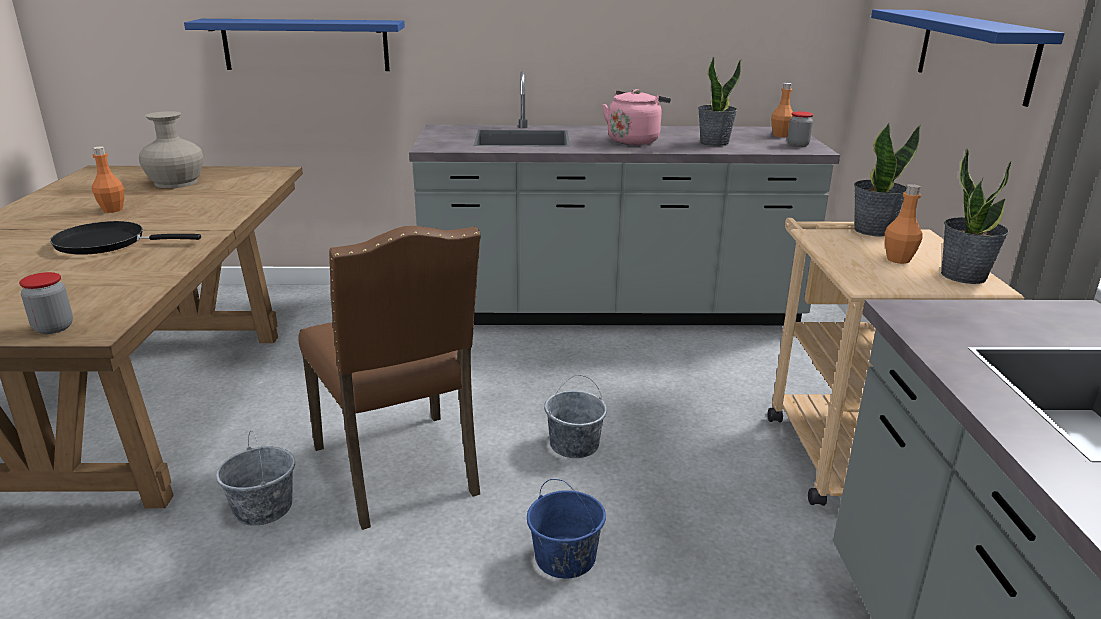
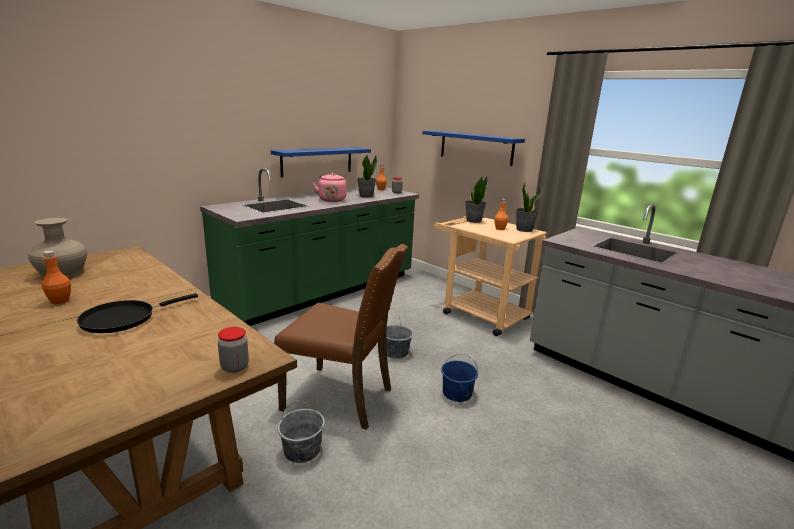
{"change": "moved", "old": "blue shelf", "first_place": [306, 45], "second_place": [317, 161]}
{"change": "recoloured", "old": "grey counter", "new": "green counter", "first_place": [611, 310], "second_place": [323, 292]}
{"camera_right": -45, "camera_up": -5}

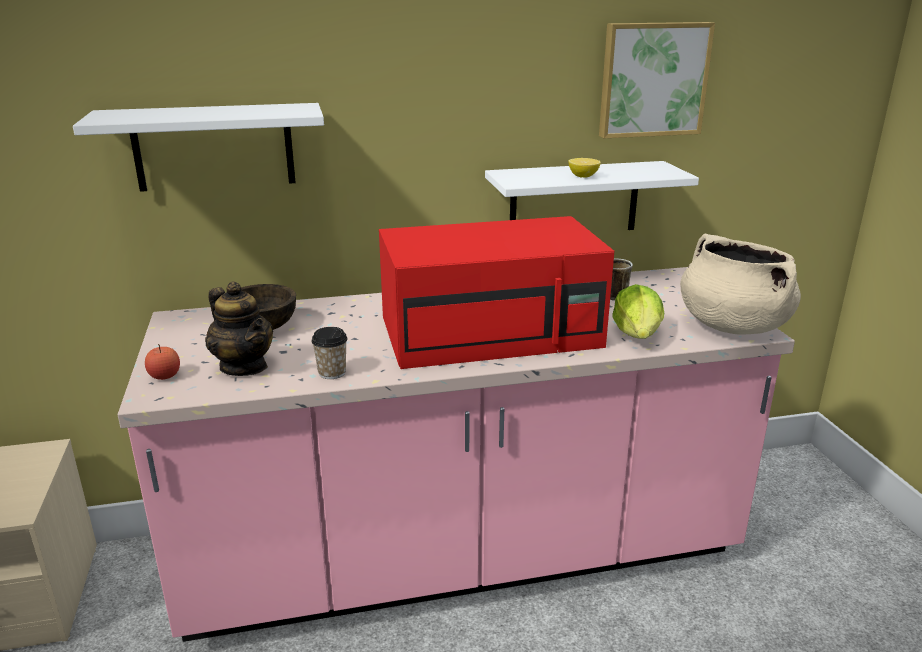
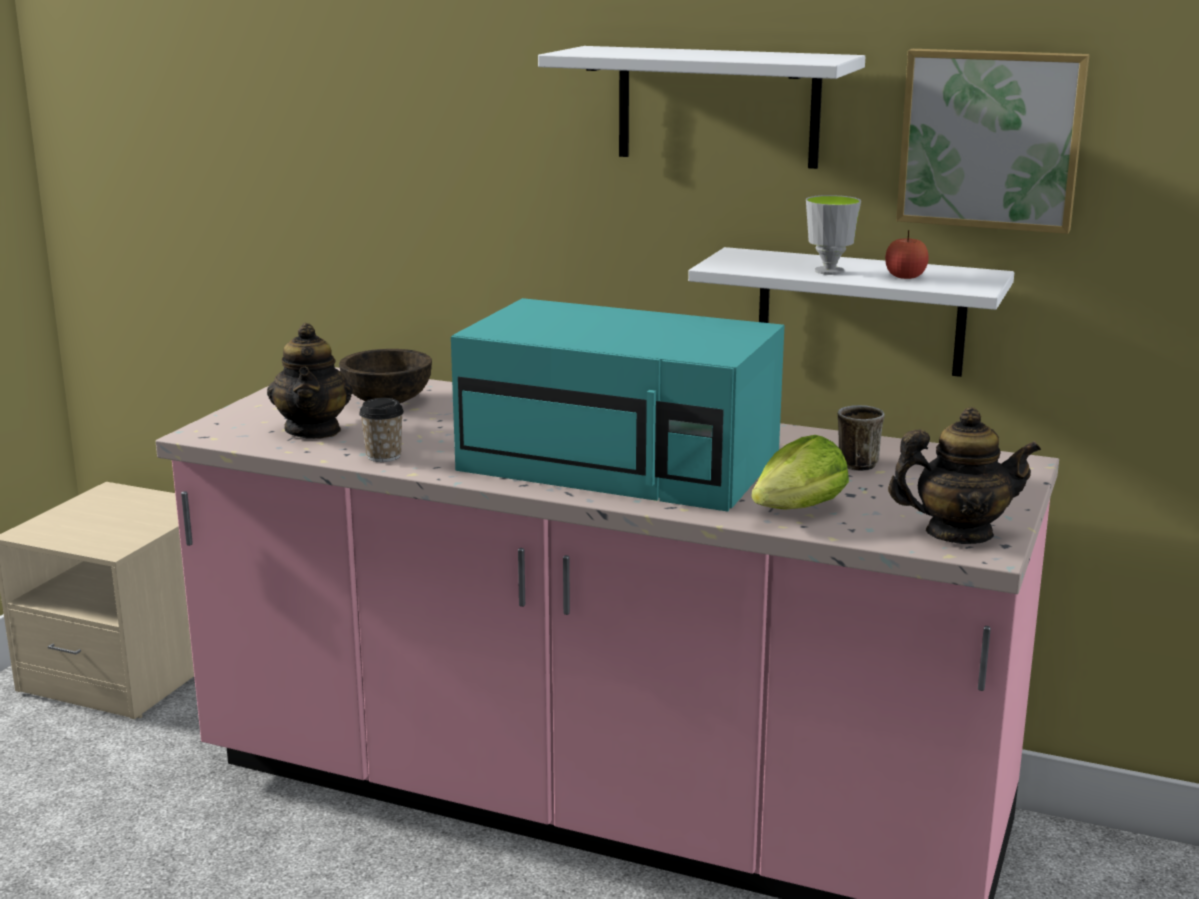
{"change": "moved", "old": "white shelf", "first_place": [214, 147], "second_place": [718, 106]}
{"change": "replaced", "old": "lemon", "new": "cup", "first_place": [583, 176], "second_place": [829, 271]}
{"change": "recoloured", "old": "red microwave", "new": "turquoise microwave", "first_place": [493, 331], "second_place": [623, 463]}
{"change": "replaced", "old": "beige cooking pot", "new": "teapot", "first_place": [731, 325], "second_place": [958, 534]}
{"change": "moved", "old": "apple", "first_place": [164, 376], "second_place": [905, 277]}
{"camera_right": 35, "camera_up": -5}

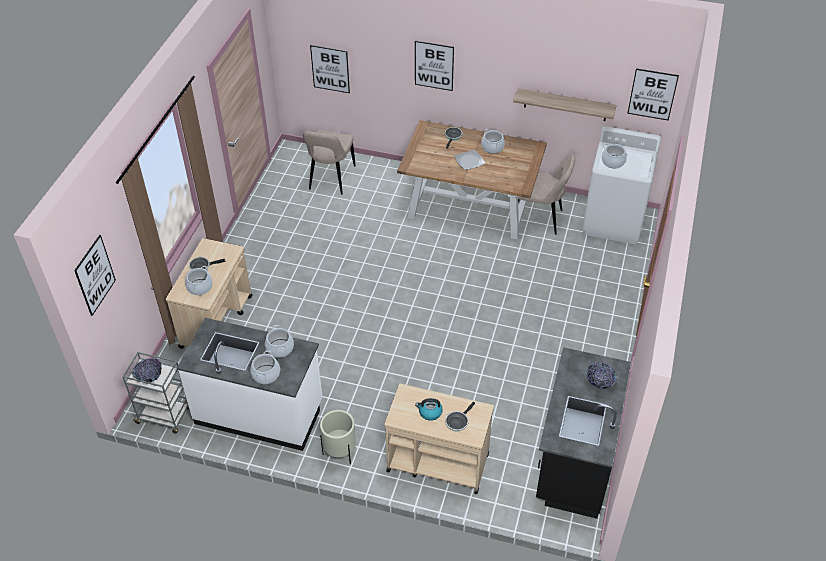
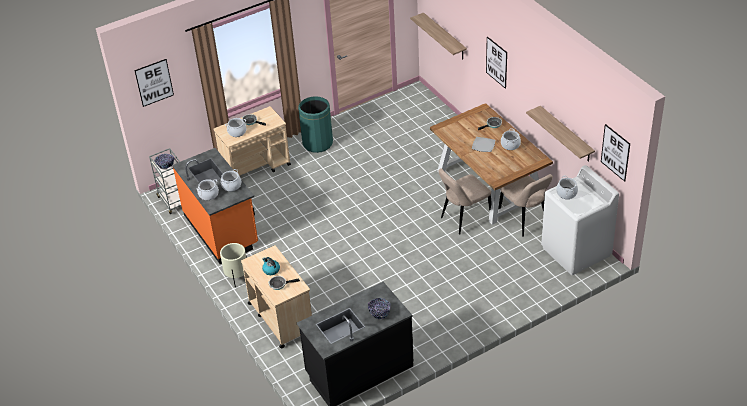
{"change": "replaced", "old": "picture", "new": "shelf", "first_place": [330, 69], "second_place": [444, 36]}
{"change": "moved", "old": "beige chair", "first_place": [331, 179], "second_place": [464, 219]}
{"change": "recoloured", "old": "white counter", "new": "orange counter", "first_place": [259, 412], "second_place": [222, 230]}
{"change": "added", "new": "green trash can", "second_place": [317, 143]}
{"camera_right": 45, "camera_up": -5}

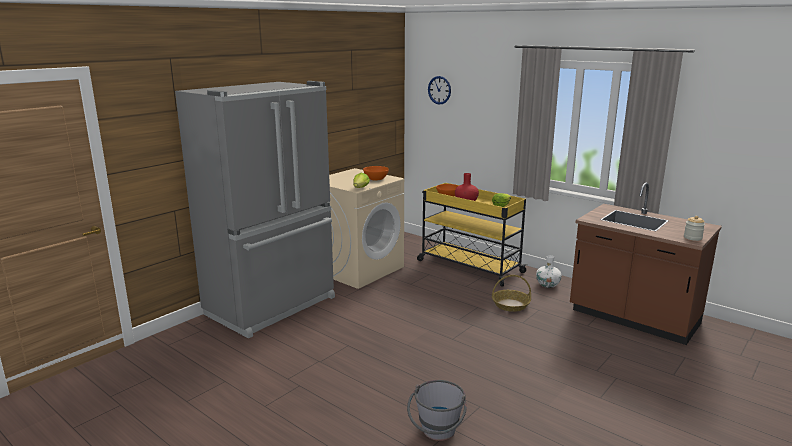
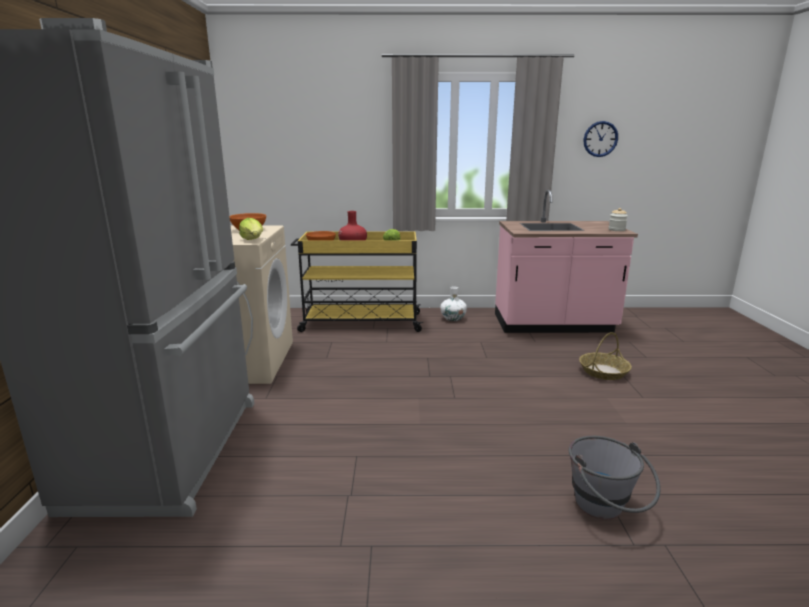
{"change": "moved", "old": "wall clock", "first_place": [439, 90], "second_place": [600, 139]}
{"change": "recoloured", "old": "brown counter", "new": "pink counter", "first_place": [633, 318], "second_place": [553, 325]}
{"change": "moved", "old": "basket", "first_place": [510, 305], "second_place": [603, 371]}
{"camera_right": -40, "camera_up": 0}

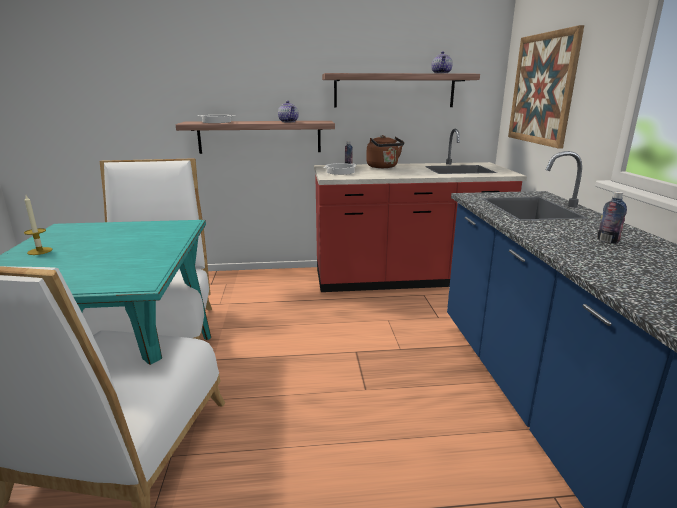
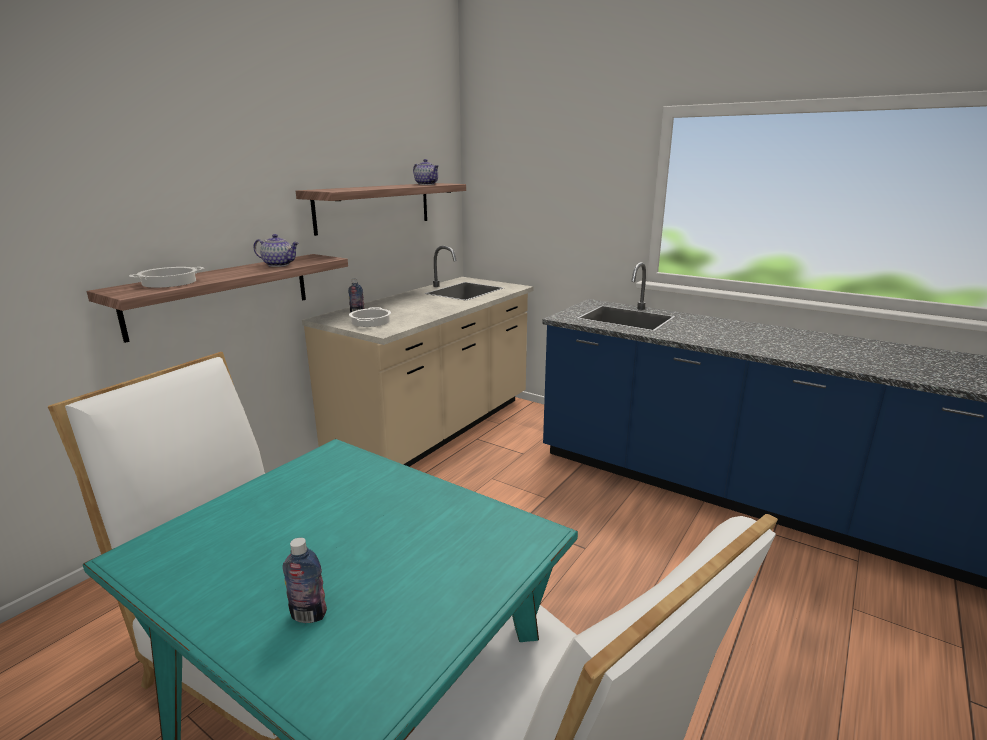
{"change": "removed", "old": "picture", "first_place": [542, 89]}
{"change": "recoloured", "old": "red counter", "new": "beige counter", "first_place": [407, 279], "second_place": [435, 430]}
{"change": "removed", "old": "brown kettle", "first_place": [383, 167]}
{"change": "moved", "old": "bottle", "first_place": [607, 241], "second_place": [308, 615]}
{"change": "removed", "old": "candle", "first_place": [40, 251]}
{"camera_right": -50, "camera_up": 0}

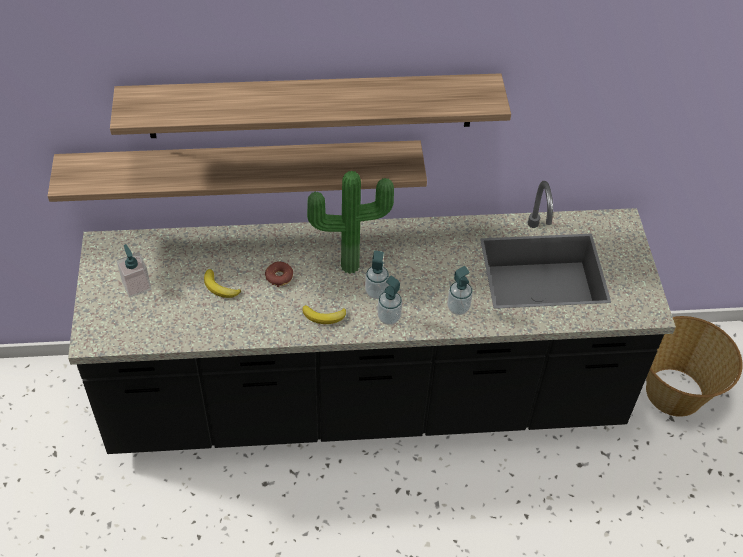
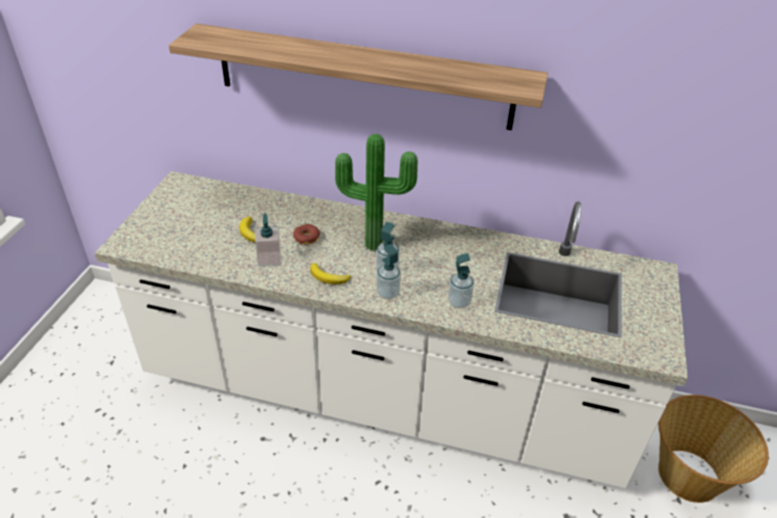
{"change": "removed", "old": "shelf", "first_place": [241, 170]}
{"change": "recoloured", "old": "black counter", "new": "white counter", "first_place": [366, 401], "second_place": [383, 395]}
{"change": "moved", "old": "soap dispenser", "first_place": [136, 285], "second_place": [269, 259]}
{"camera_right": 20, "camera_up": -10}

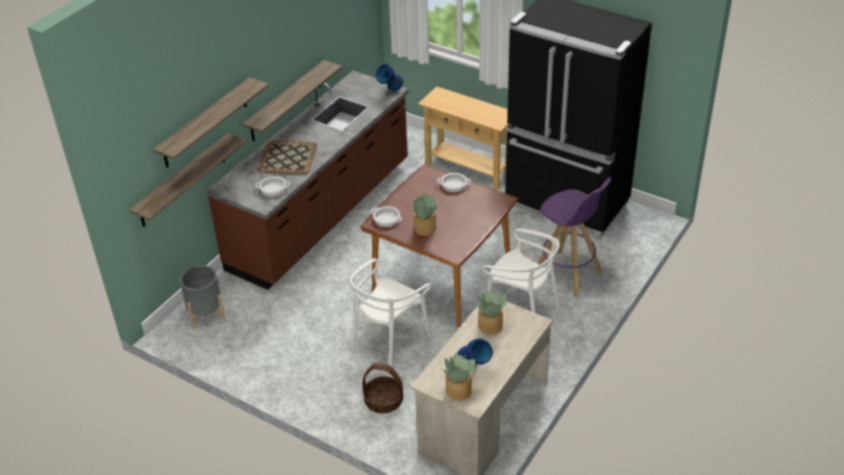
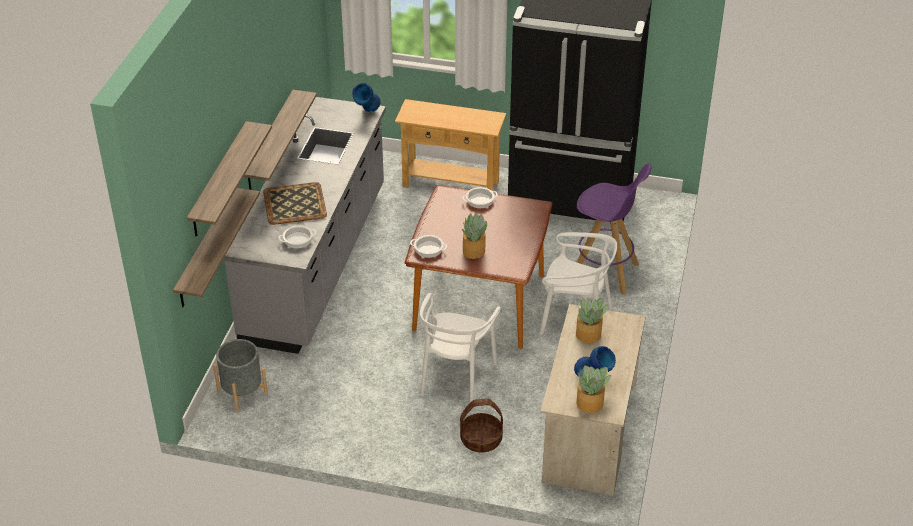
{"change": "recoloured", "old": "brown counter", "new": "grey counter", "first_place": [322, 215], "second_place": [317, 262]}
{"camera_right": -20, "camera_up": 0}

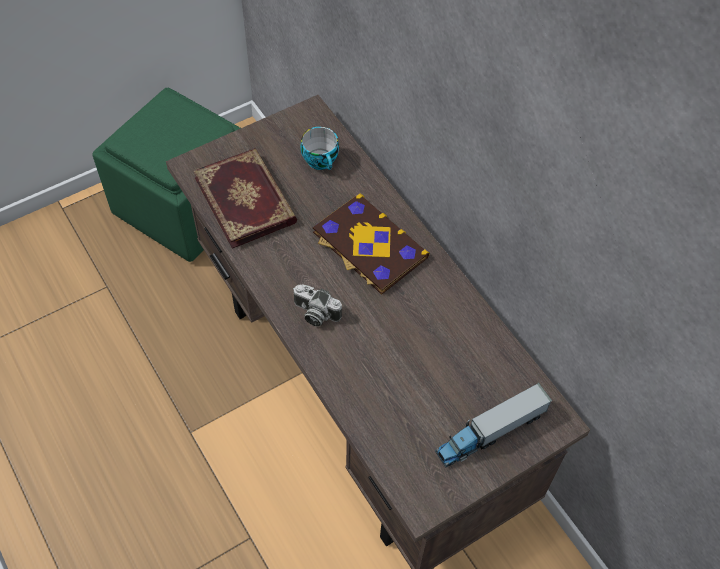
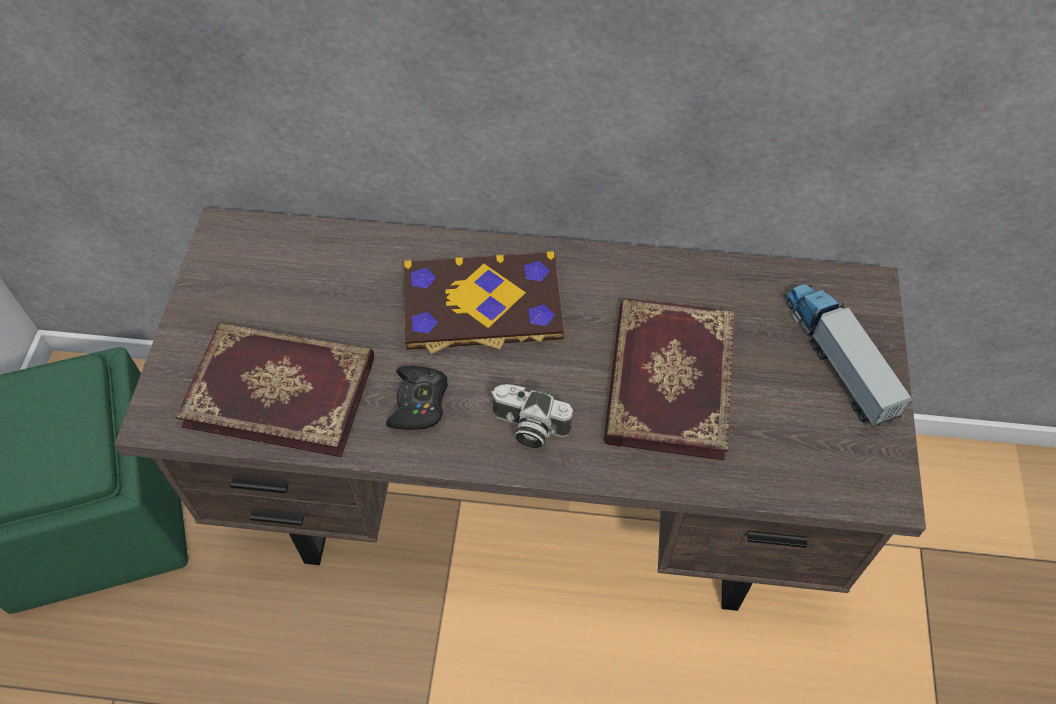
{"change": "removed", "old": "cup", "first_place": [322, 161]}
{"change": "turned", "old": "photo camera", "first_place": [314, 313], "second_place": [528, 427], "degrees": 45}
{"change": "turned", "old": "toy truck", "first_place": [490, 432], "second_place": [837, 358], "degrees": 150}
{"change": "added", "new": "book", "second_place": [666, 380]}
{"change": "added", "new": "black game controller", "second_place": [419, 403]}
{"camera_right": -50, "camera_up": 0}

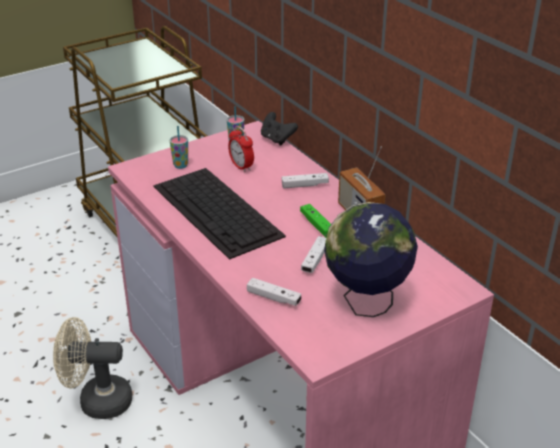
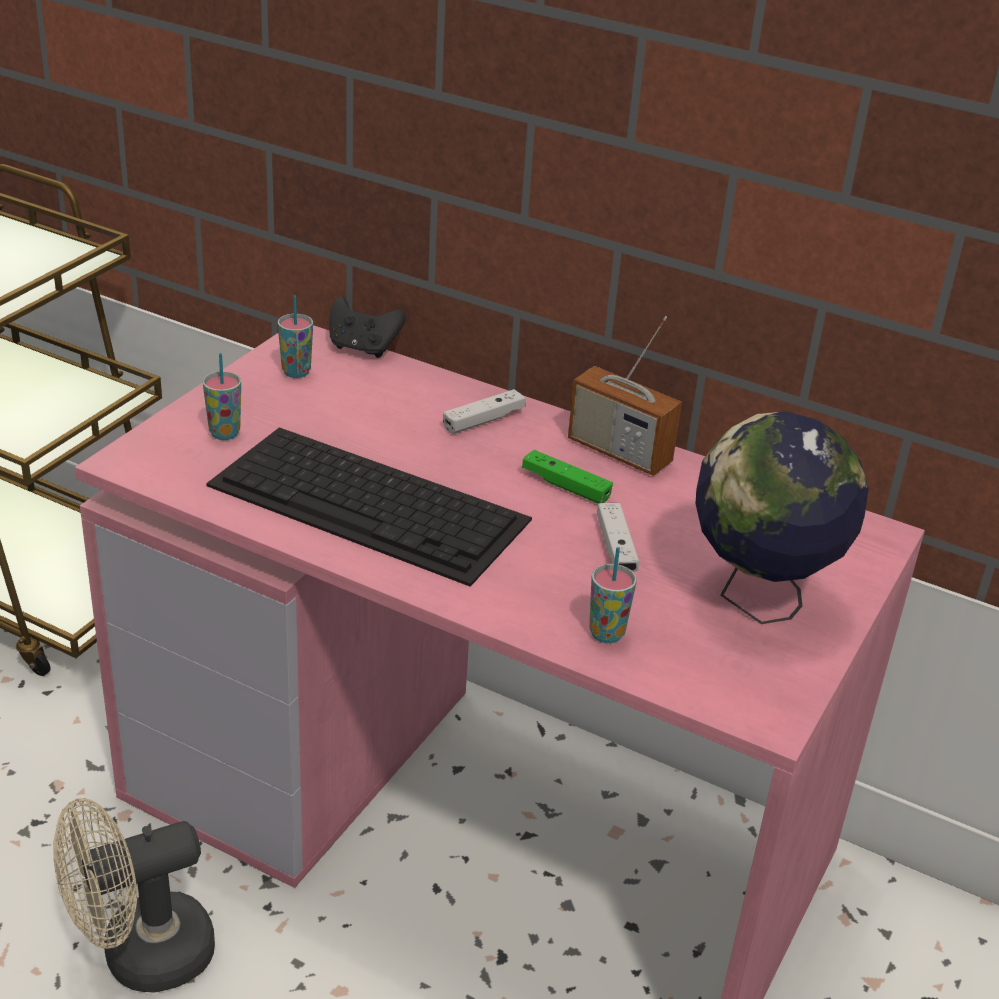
{"change": "removed", "old": "alarm clock", "first_place": [241, 167]}
{"change": "replaced", "old": "white game controller", "new": "cup", "first_place": [273, 298], "second_place": [606, 634]}
{"camera_right": -30, "camera_up": 0}

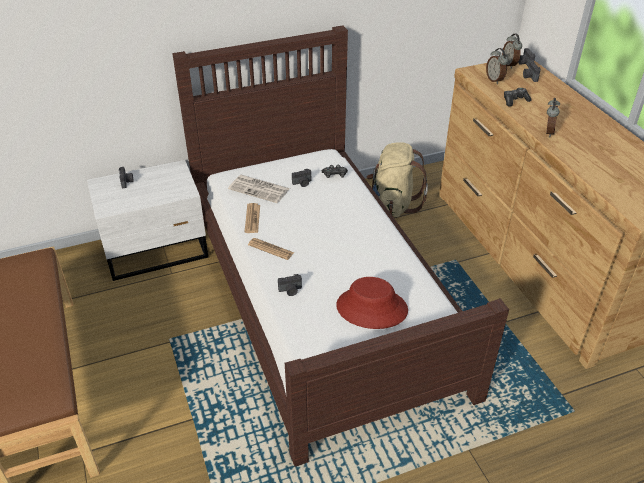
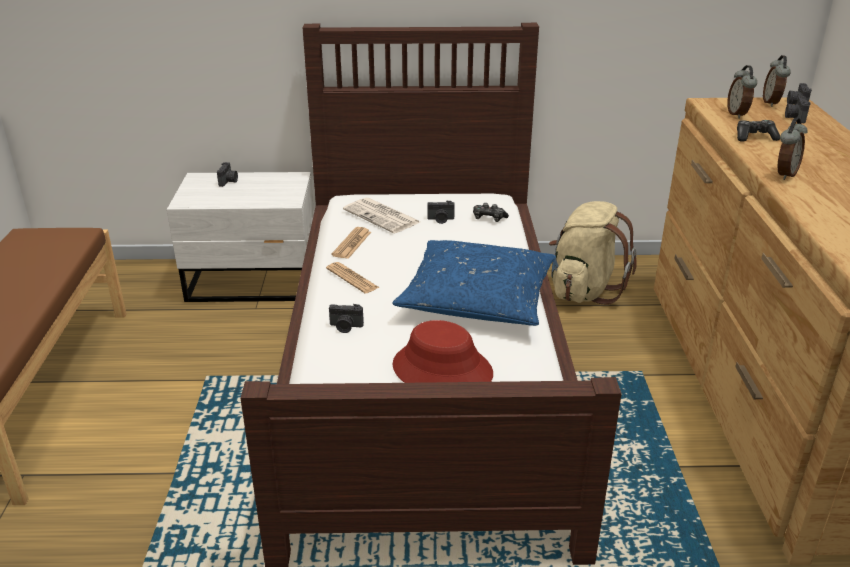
{"change": "added", "new": "blue pillow", "second_place": [477, 298]}
{"camera_right": 20, "camera_up": -10}

